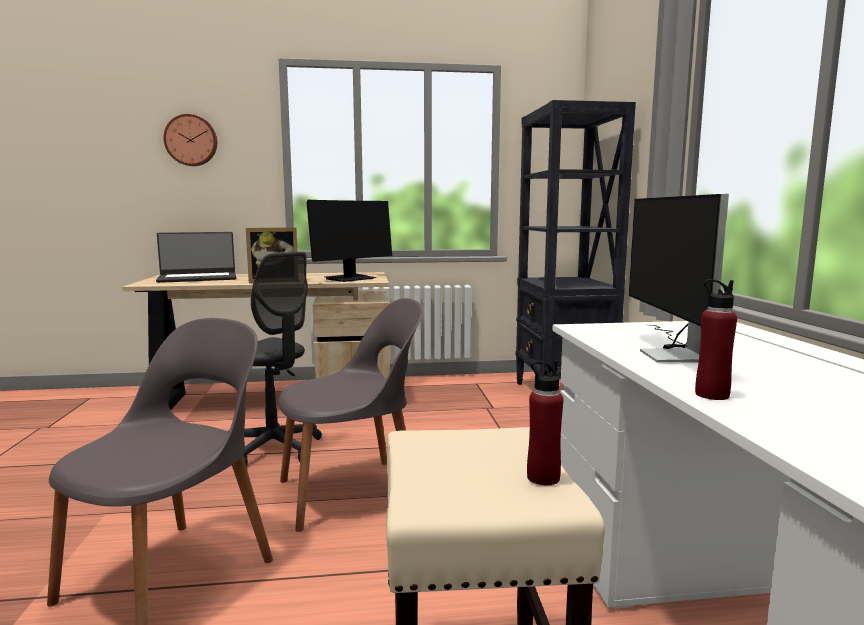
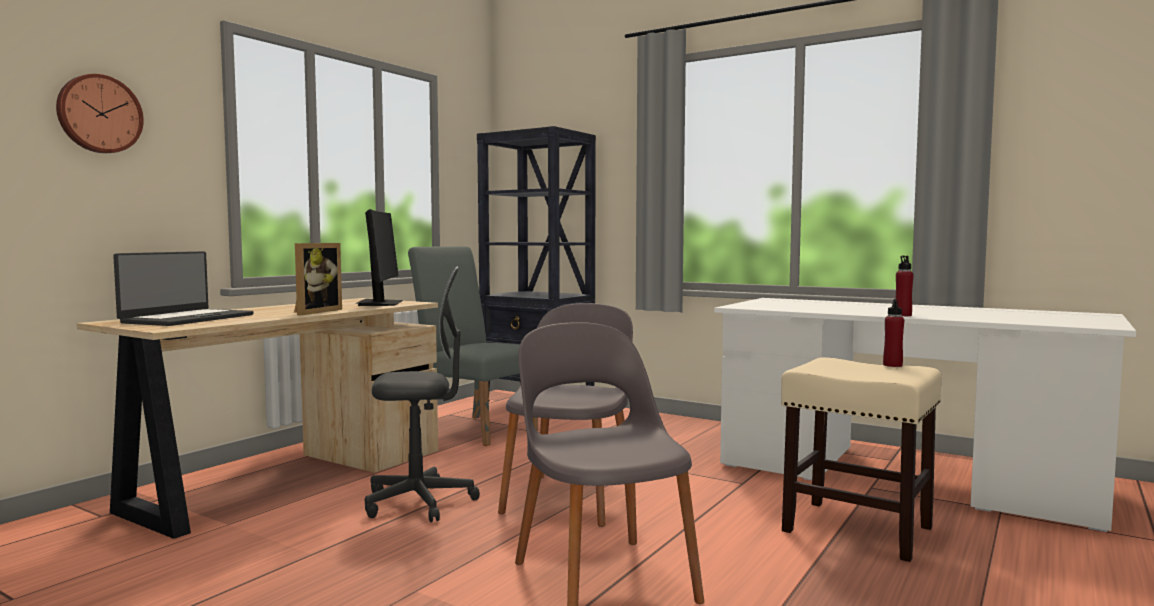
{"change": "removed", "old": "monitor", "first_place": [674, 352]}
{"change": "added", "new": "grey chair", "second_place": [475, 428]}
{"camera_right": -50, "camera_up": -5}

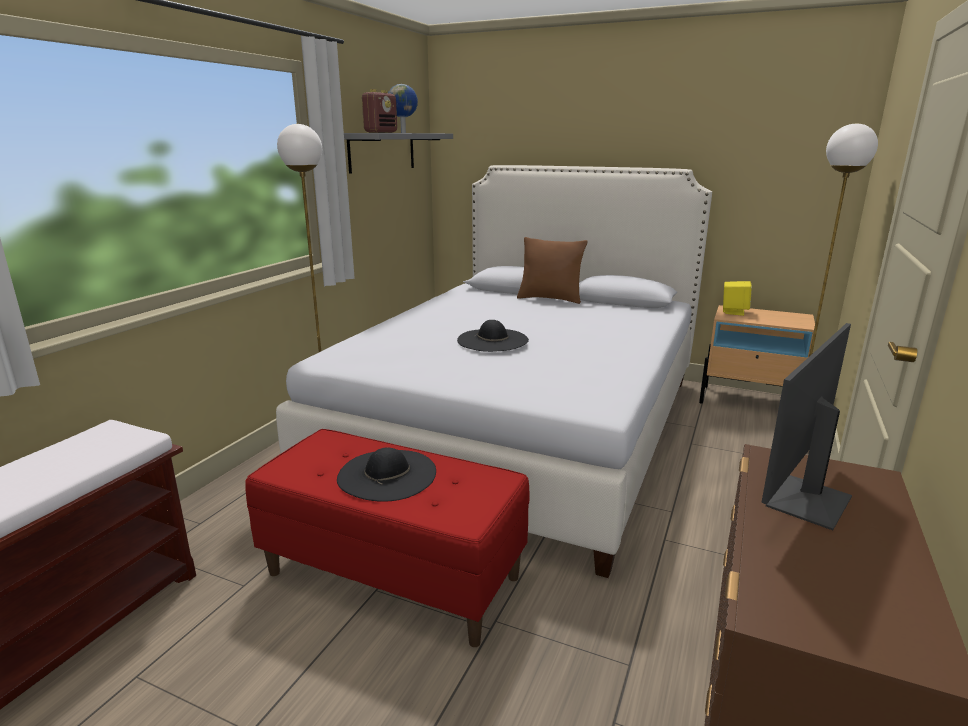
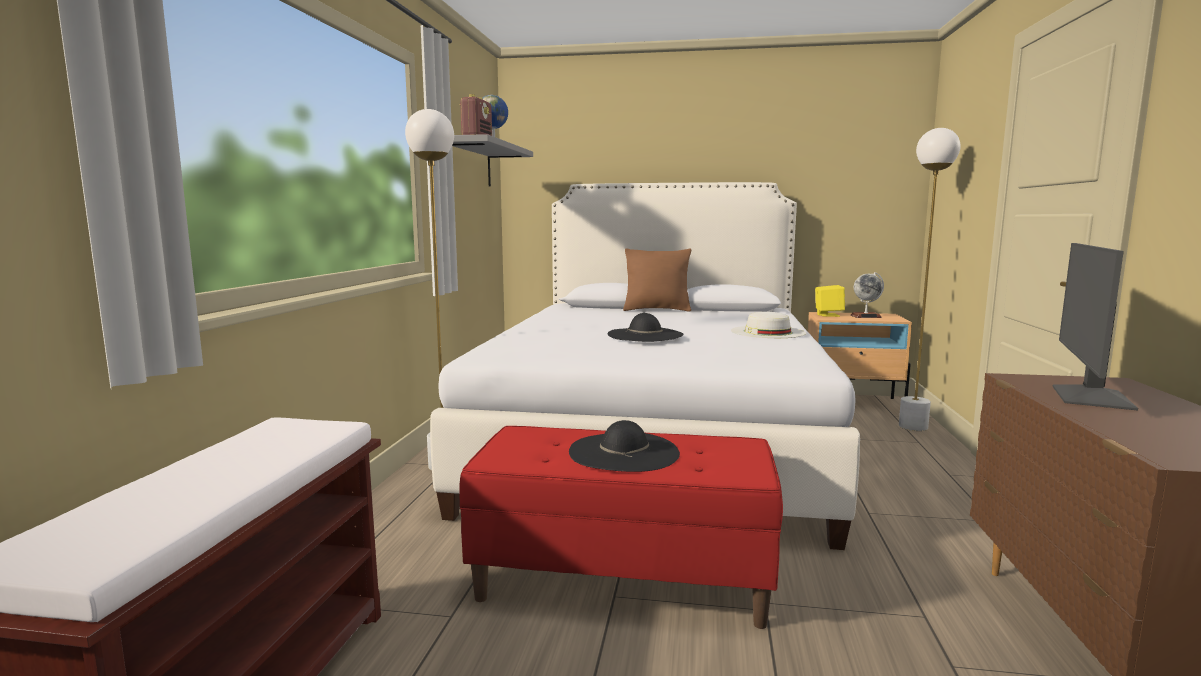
{"change": "added", "new": "globe", "second_place": [866, 316]}
{"change": "added", "new": "white hat", "second_place": [767, 332]}
{"camera_right": -15, "camera_up": -10}

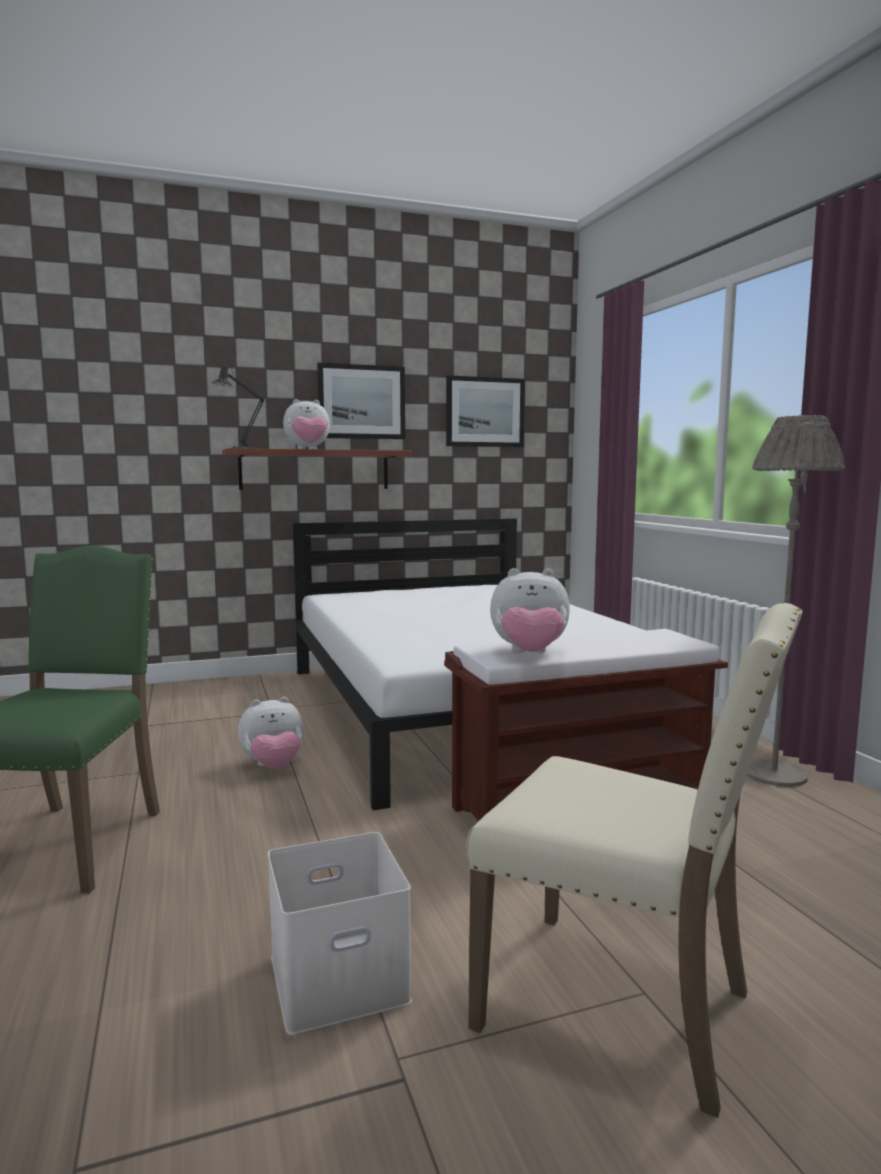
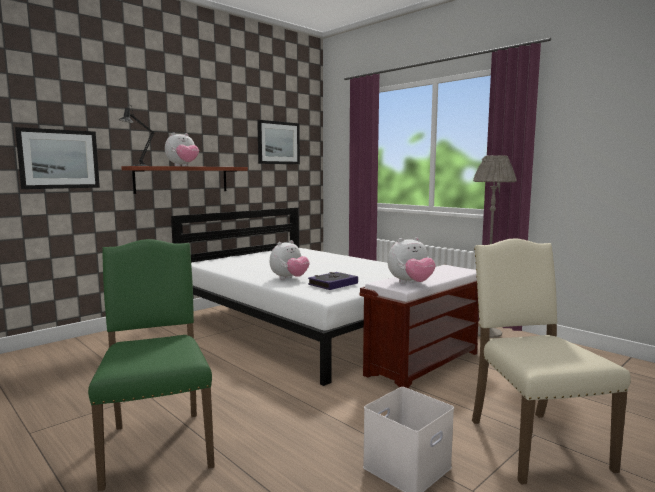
{"change": "moved", "old": "picture", "first_place": [361, 402], "second_place": [59, 159]}
{"change": "turned", "old": "beige chair", "first_place": [622, 1007], "second_place": [533, 442], "degrees": -105}
{"change": "moved", "old": "plush toy", "first_place": [273, 766], "second_place": [289, 278]}
{"change": "added", "new": "book", "second_place": [333, 284]}
{"camera_right": -25, "camera_up": 0}

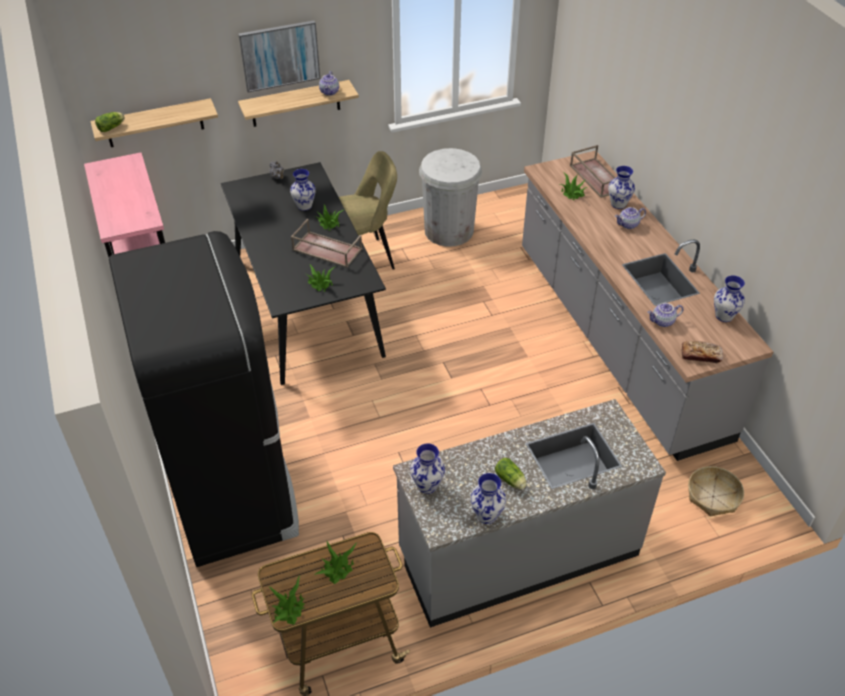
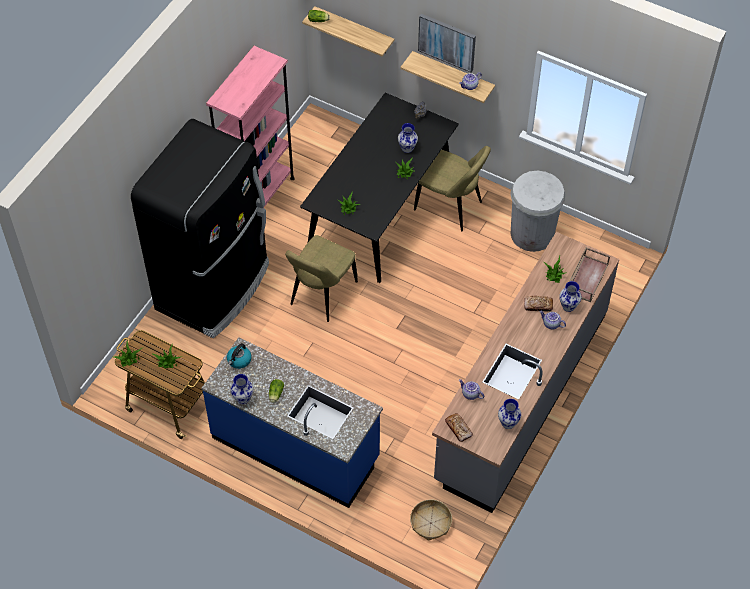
{"change": "removed", "old": "brown tray", "first_place": [326, 249]}
{"change": "recoloured", "old": "grey counter", "new": "blue counter", "first_place": [518, 552], "second_place": [296, 447]}
{"change": "replaced", "old": "vase", "new": "kettle", "first_place": [427, 485], "second_place": [239, 360]}
{"change": "added", "new": "beige chair", "second_place": [321, 295]}
{"change": "added", "new": "bread", "second_place": [538, 305]}
{"camera_right": 50, "camera_up": 10}

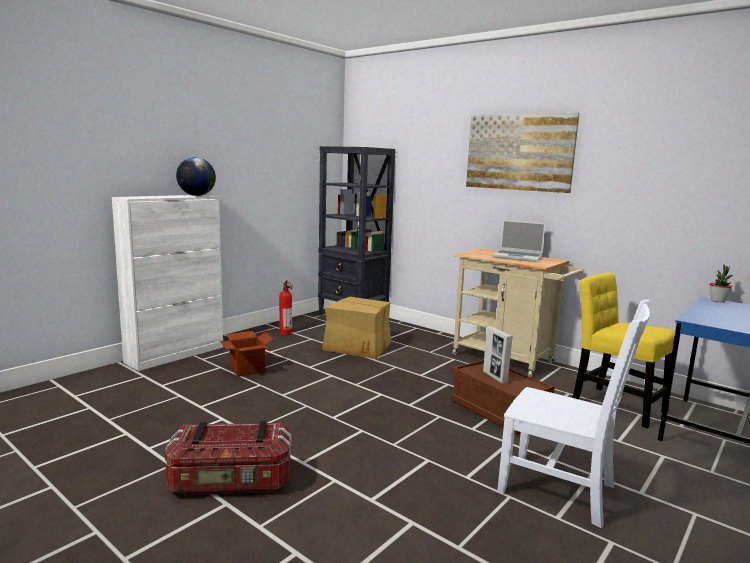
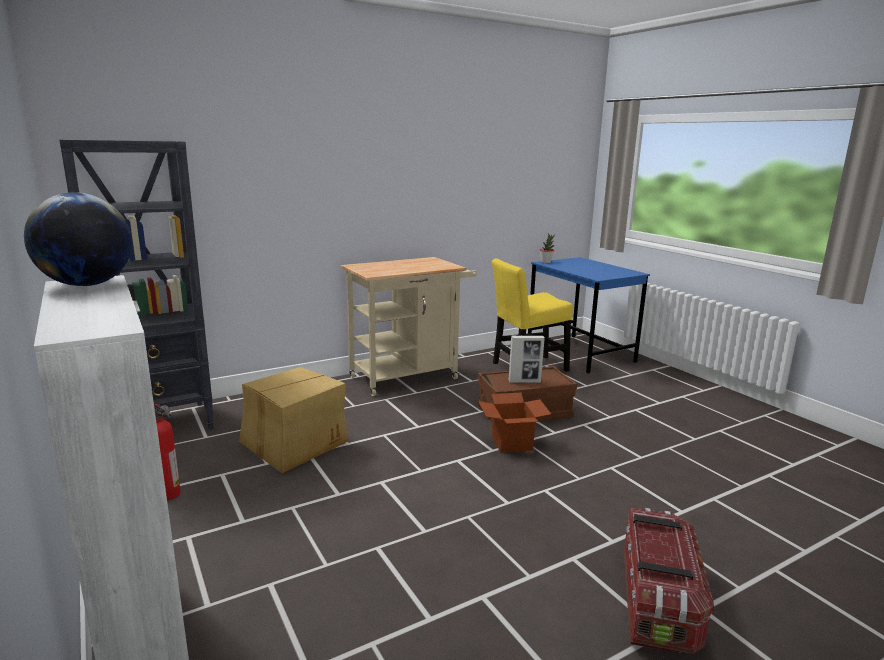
{"change": "removed", "old": "picture", "first_place": [519, 152]}
{"change": "removed", "old": "laptop", "first_place": [518, 257]}
{"change": "removed", "old": "white chair", "first_place": [561, 490]}
{"change": "moved", "old": "cardboard box", "first_place": [247, 369], "second_place": [511, 443]}
{"camera_right": -70, "camera_up": 5}

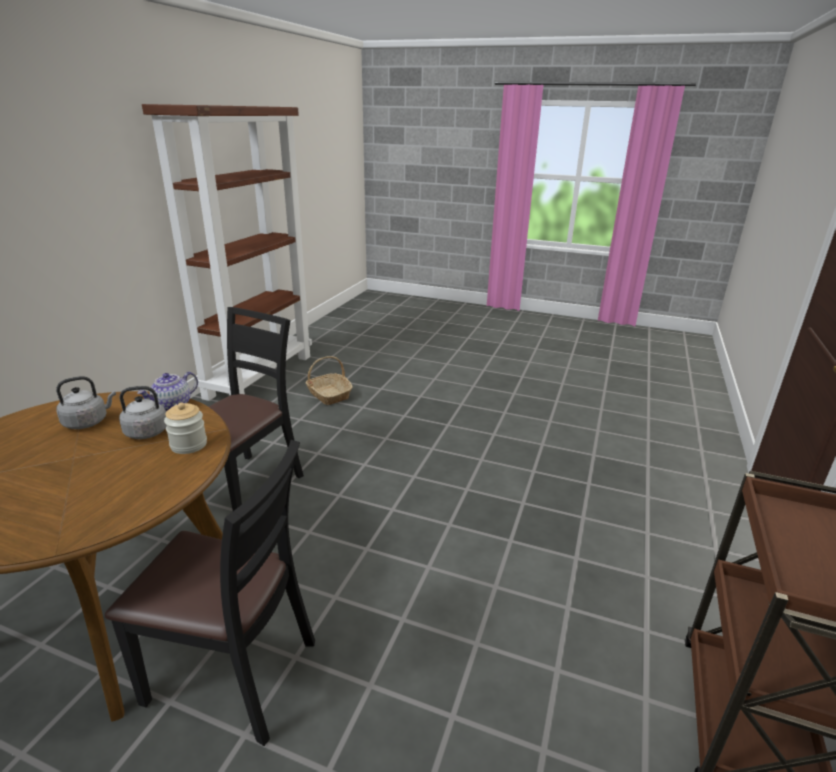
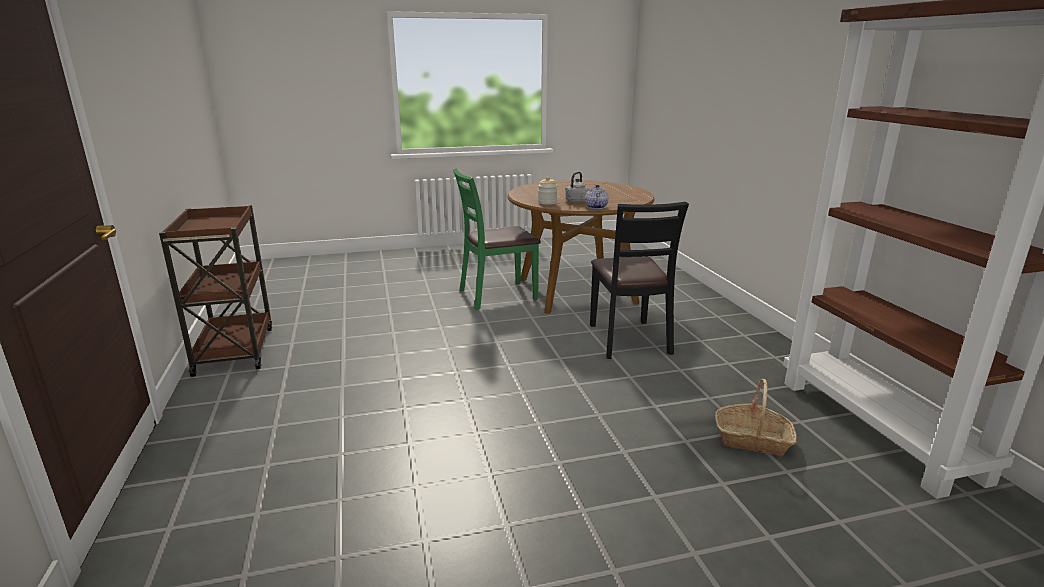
{"change": "removed", "old": "grey kettle", "first_place": [88, 422]}
{"change": "recoloured", "old": "black chair", "new": "green chair", "first_place": [234, 674], "second_place": [497, 295]}
{"camera_right": 145, "camera_up": -5}

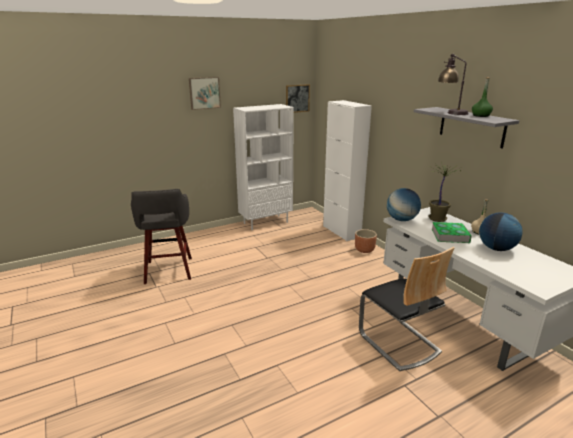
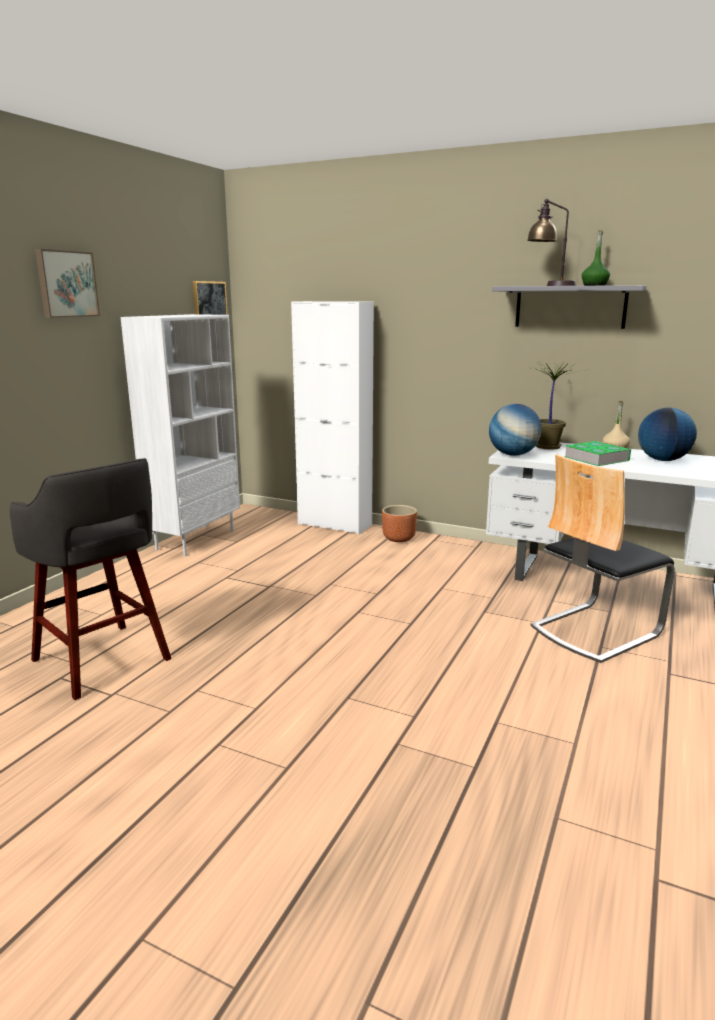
{"change": "turned", "old": "chair", "first_place": [398, 343], "second_place": [594, 630], "degrees": 120}
{"camera_right": -35, "camera_up": -5}

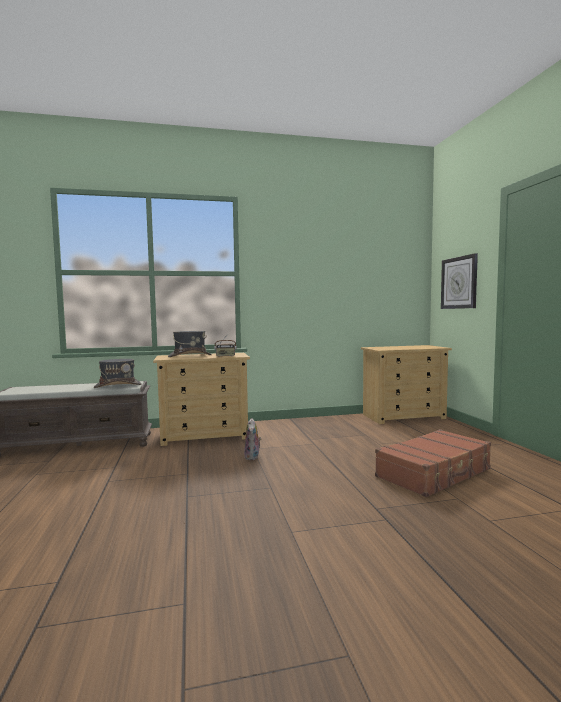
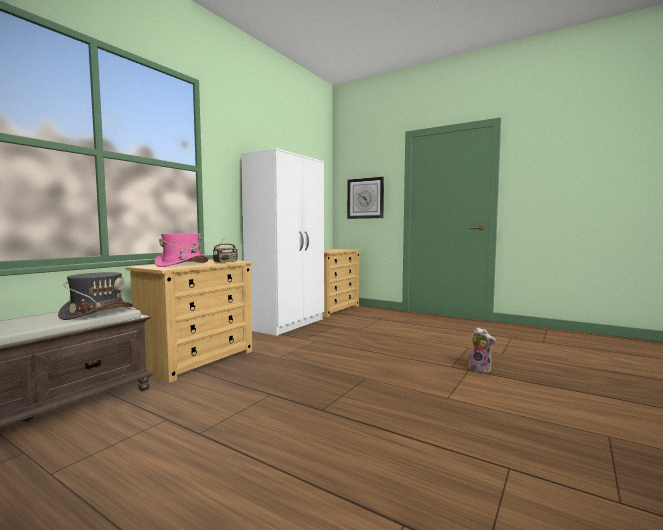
{"change": "recoloured", "old": "grey hat", "new": "pink hat", "first_place": [190, 356], "second_place": [182, 264]}
{"change": "moved", "old": "plush toy", "first_place": [253, 457], "second_place": [481, 369]}
{"change": "removed", "old": "brown suitcase", "first_place": [434, 473]}
{"change": "added", "new": "white wardrobe", "second_place": [287, 324]}
{"camera_right": -45, "camera_up": 0}

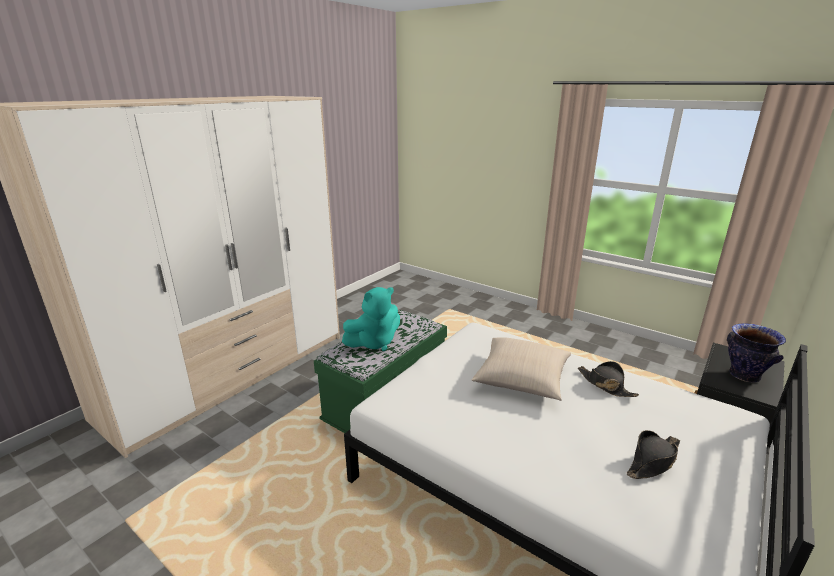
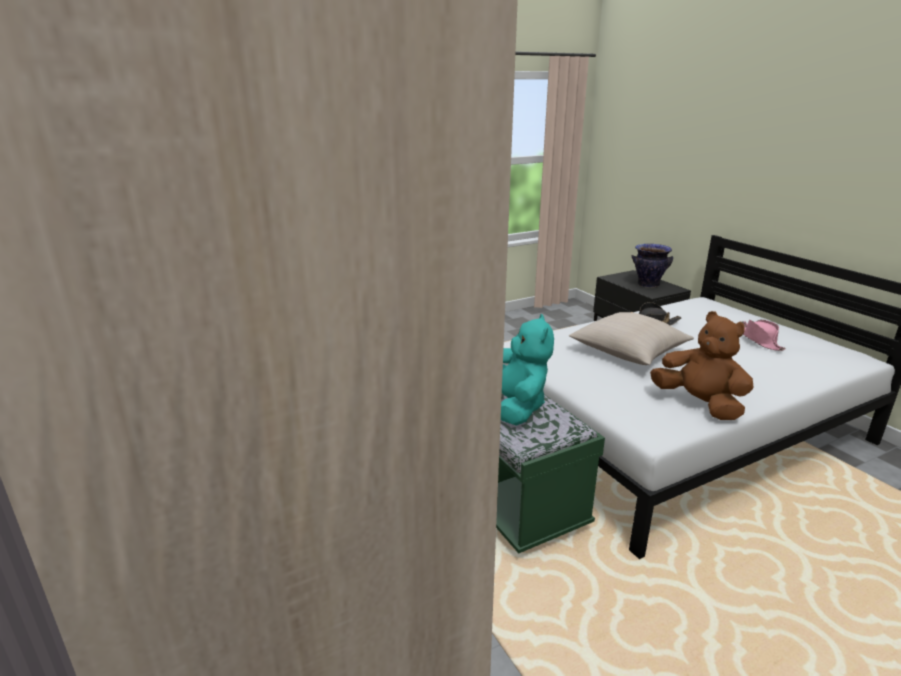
{"change": "recoloured", "old": "black hat", "new": "pink hat", "first_place": [652, 462], "second_place": [759, 340]}
{"change": "added", "new": "brown plush toy", "second_place": [699, 404]}
{"camera_right": -65, "camera_up": 0}

